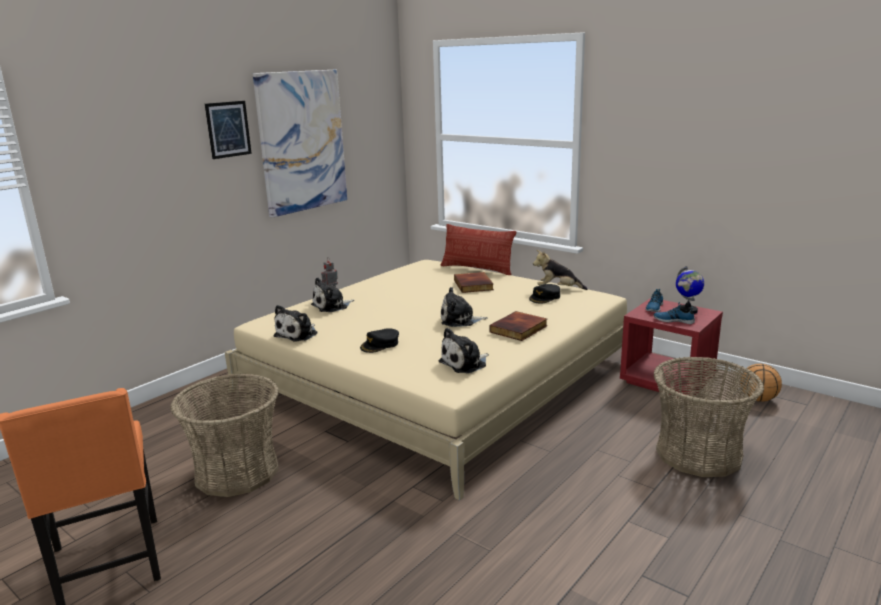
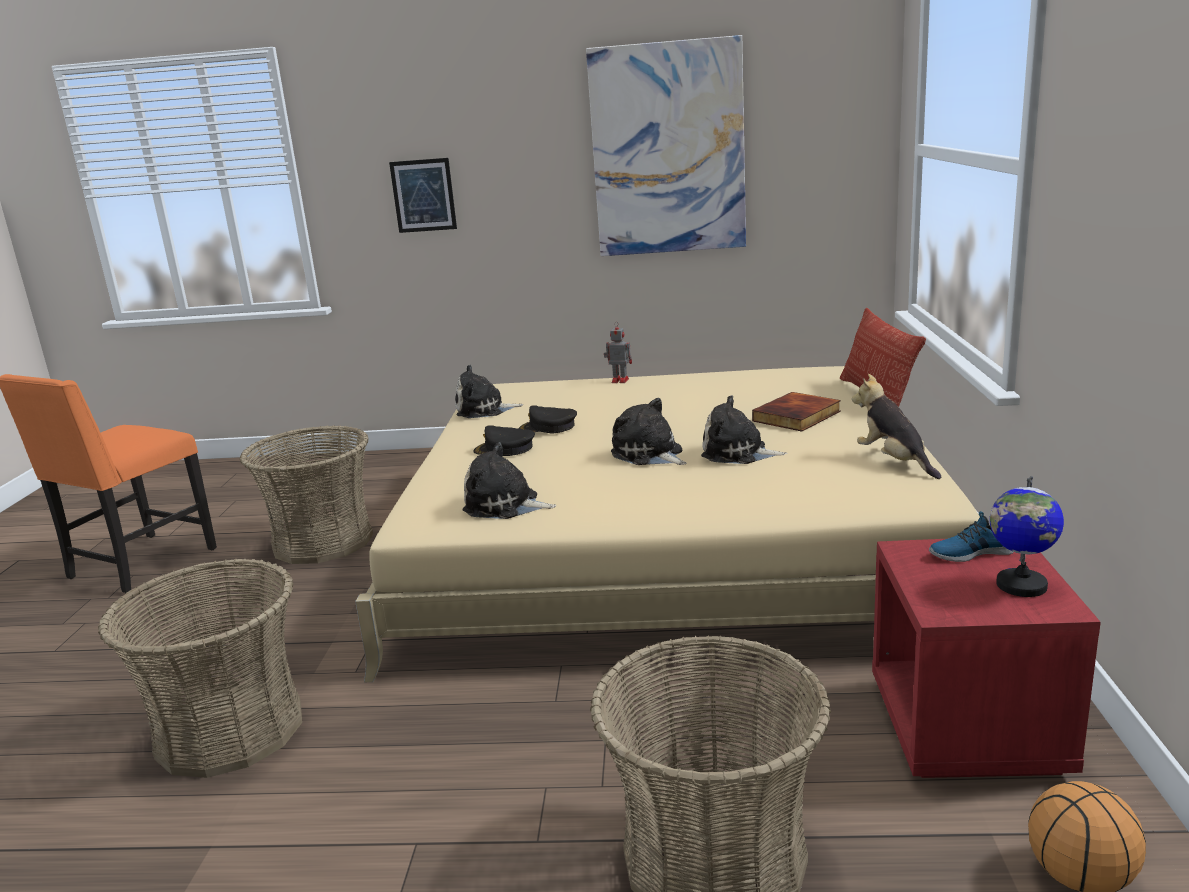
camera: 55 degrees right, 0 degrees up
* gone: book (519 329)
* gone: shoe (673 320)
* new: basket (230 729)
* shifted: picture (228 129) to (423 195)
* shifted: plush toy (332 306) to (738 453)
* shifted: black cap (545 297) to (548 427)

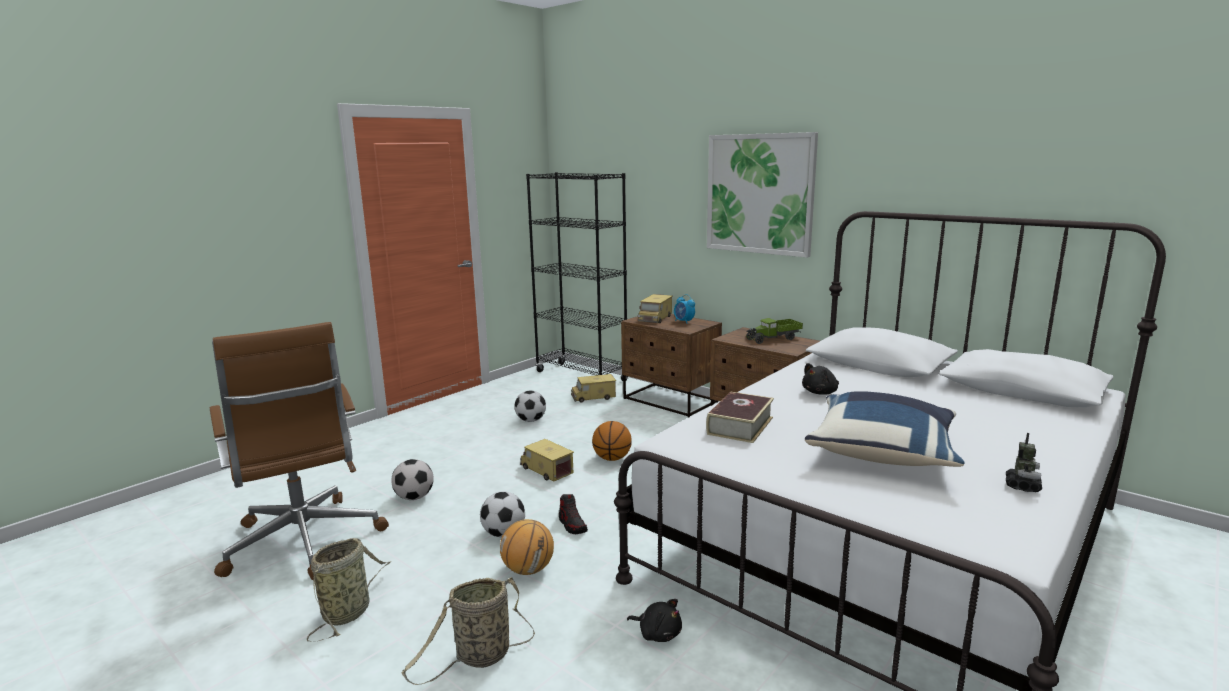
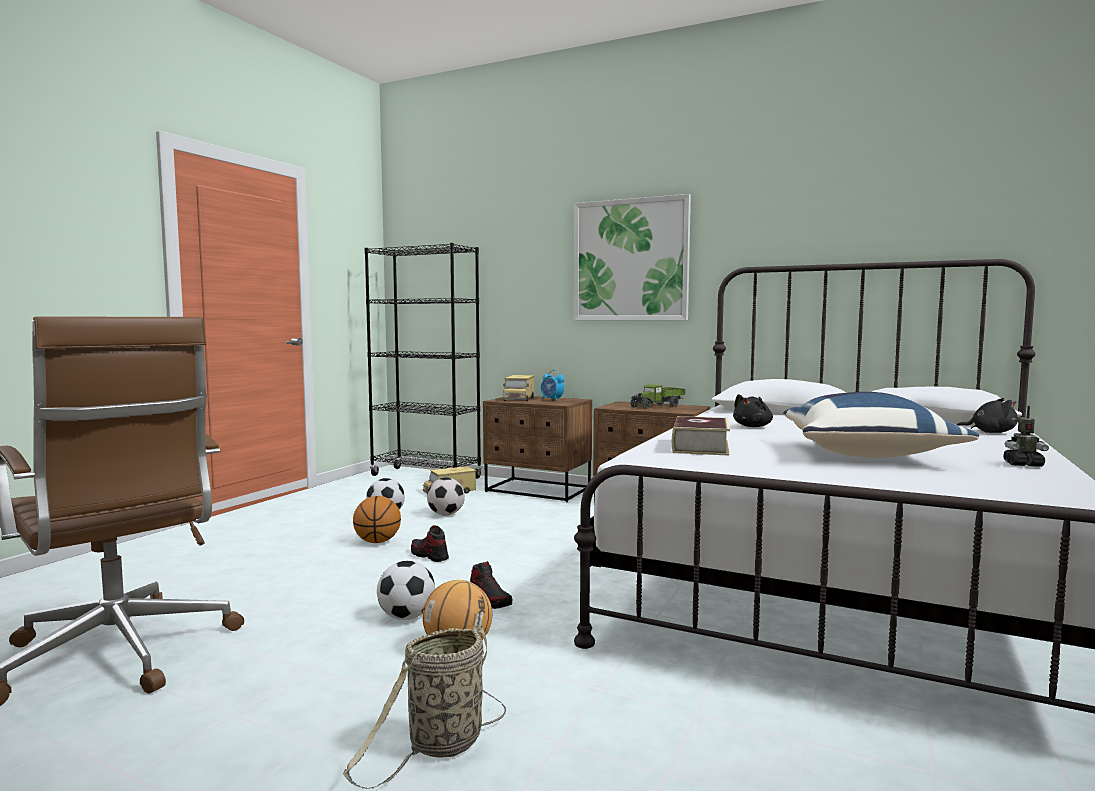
camera: 15 degrees left, 10 degrees down
* gone: basket (349 611)
* shifted: football (414 497) to (446 514)
* shifted: basketball (612 458) to (378 542)
* shifted: black plush toy (658 633) to (990 432)
* swapped: toy truck (546 470) to shoe (429 556)
* rotated: toy robot (1022 486) = (1023 465) 90 degrees clockwise

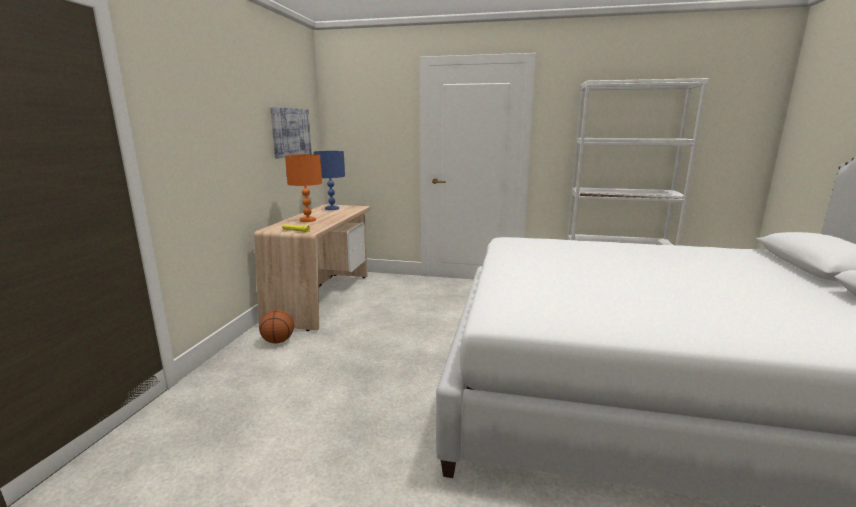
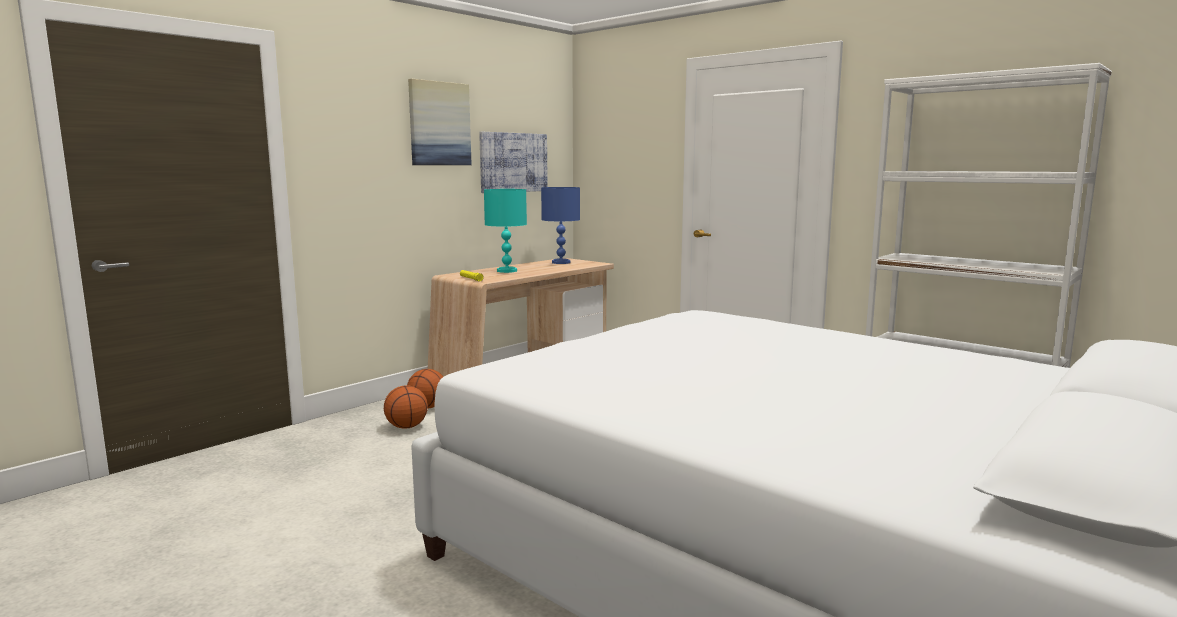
camera: 30 degrees right, 5 degrees down
* new: basketball (407 427)
* new: picture (439 124)
* repainted: orange table lamp (307 220) to turquoise table lamp (506 271)

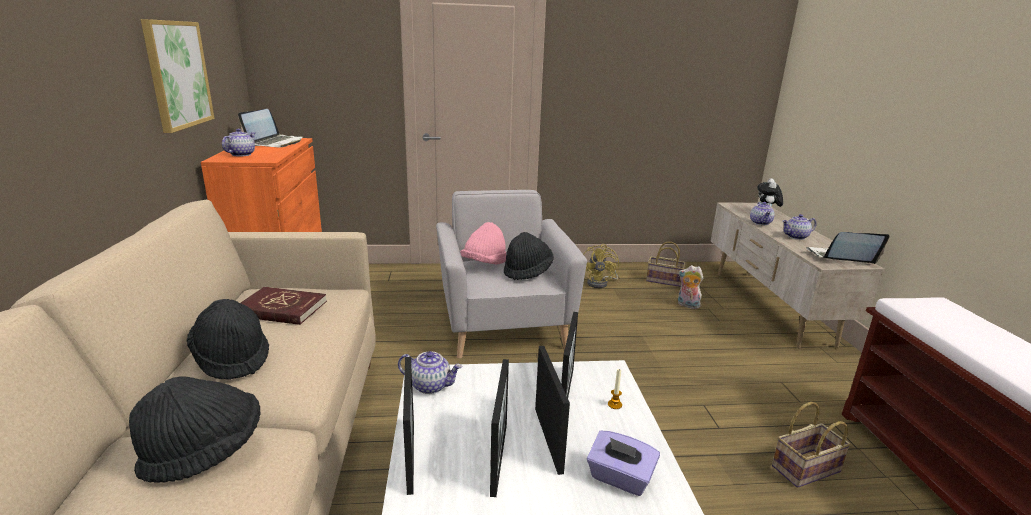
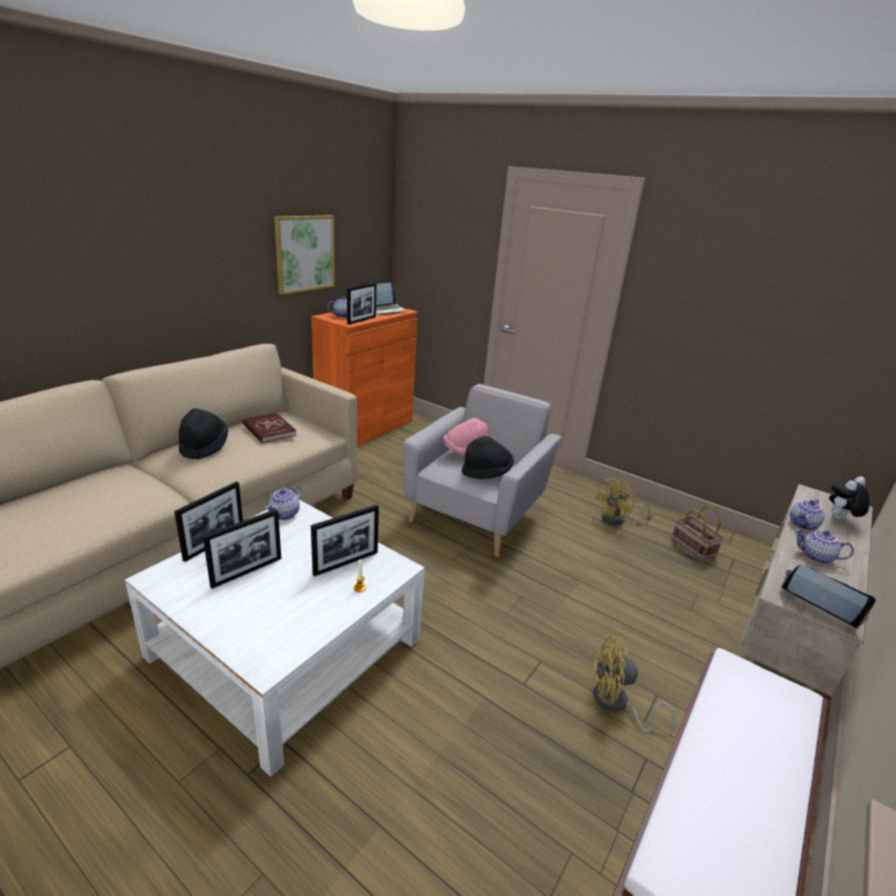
camera: 40 degrees right, 5 degrees up
* gone: black hat (205 452)
* gone: purple tissue box (620 478)
* gone: plush toy (687 305)
* gone: basket (805 470)
* new: yellow fan (616 704)
* shifted: picture frame (548 439) to (361 320)
* rotated: teapot (431 385) = (284 514) 60 degrees clockwise

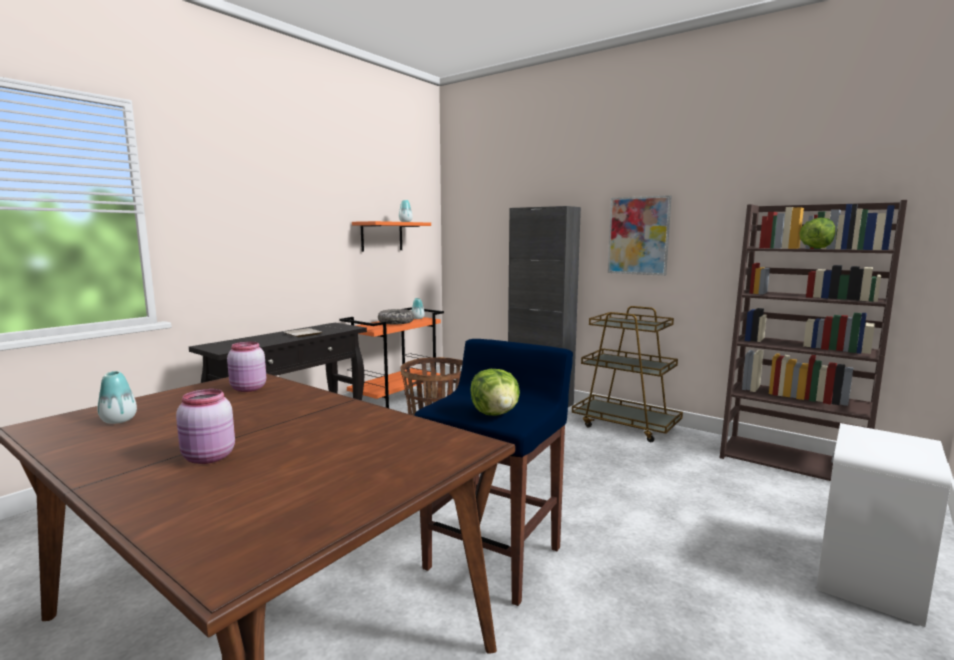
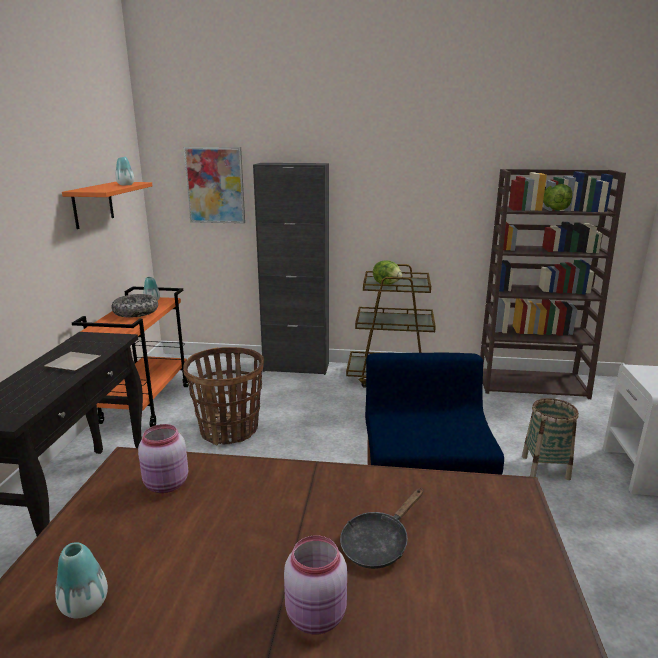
camera: 30 degrees left, 10 degrees up
* new: black frying pan (378 544)
* new: basket (545 467)
* shifted: lettuce (495 414) to (387 284)
* shifted: picture (638 235) to (215 185)

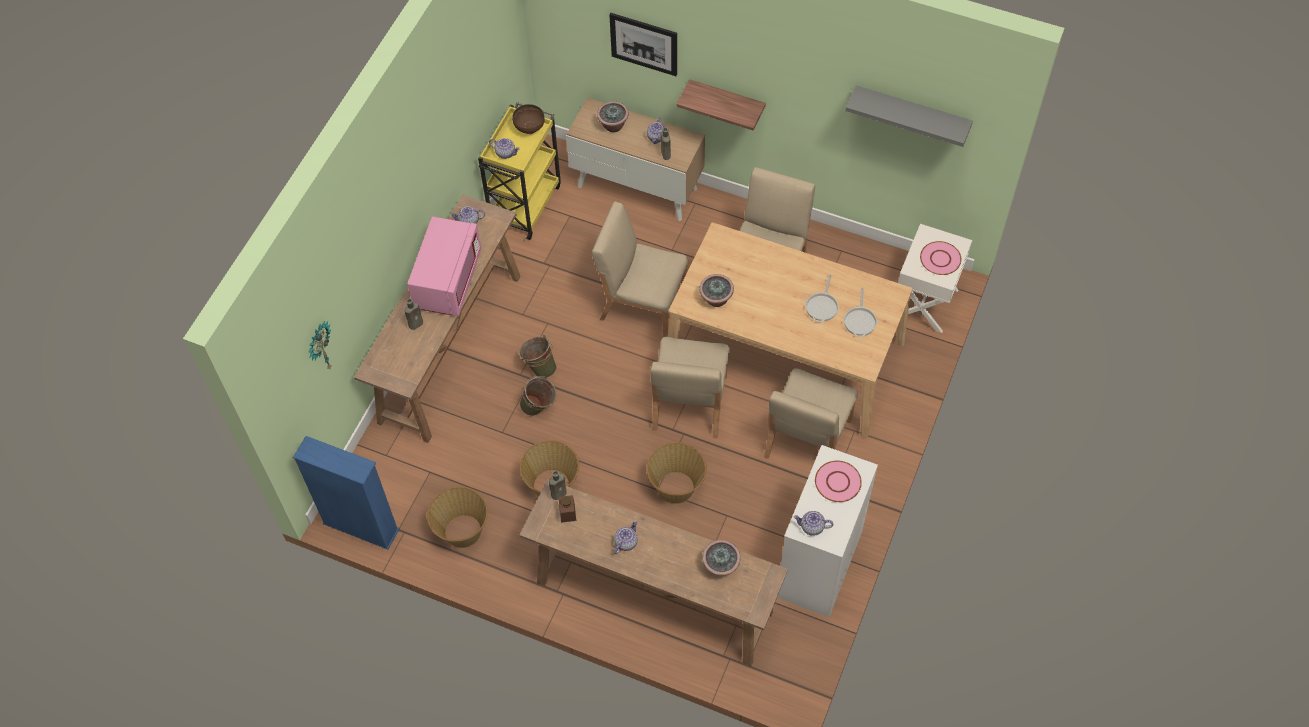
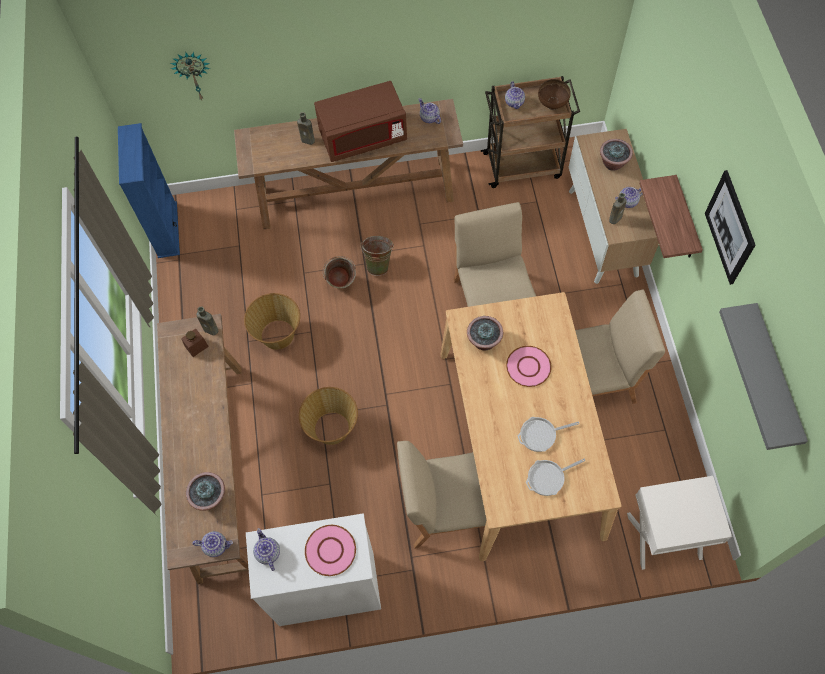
camera: 60 degrees right, 5 degrees up
* gone: basket (462 531)
* gone: beige chair (689 403)
* shifted: picture (644 44) to (730 228)
* shifted: teapot (625 542) to (216 546)
* shifted: pink plate (940 259) to (528 367)
* repainted: pink microwave (448 280) to brown microwave (363 137)
* repainted: yellow cart (525 204) to brown cart (523 165)

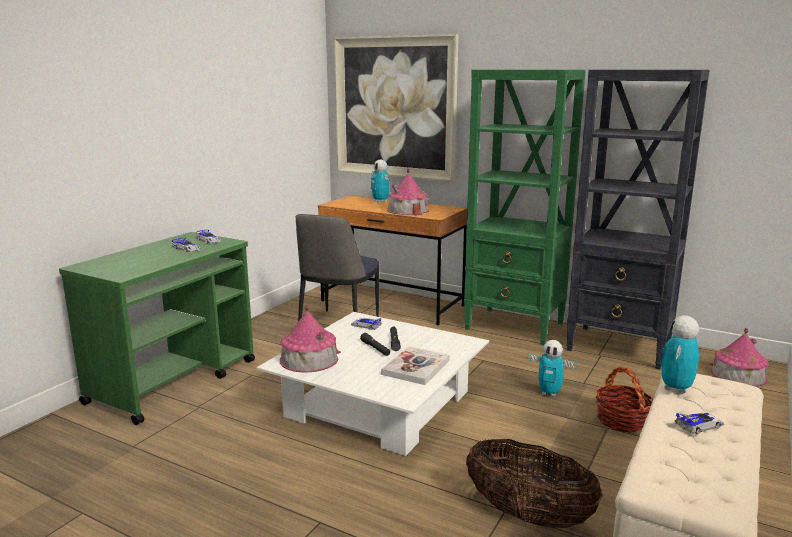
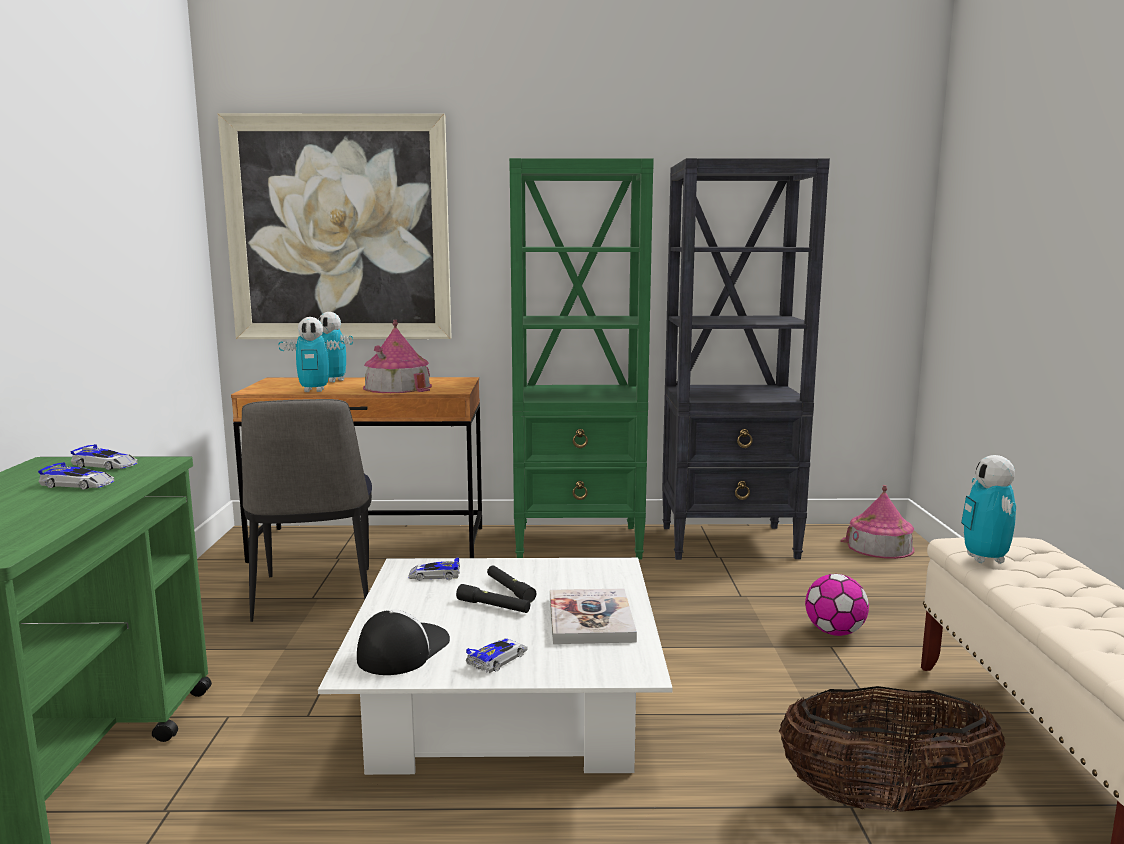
camera: 30 degrees left, 5 degrees down
* shifted: toy robot (549 393) to (314 390)
* shifted: toy car (700 426) to (498 659)
* swapped: toy house (309 359) to cap (402 650)
* swapped: basket (621 420) to football (834 632)

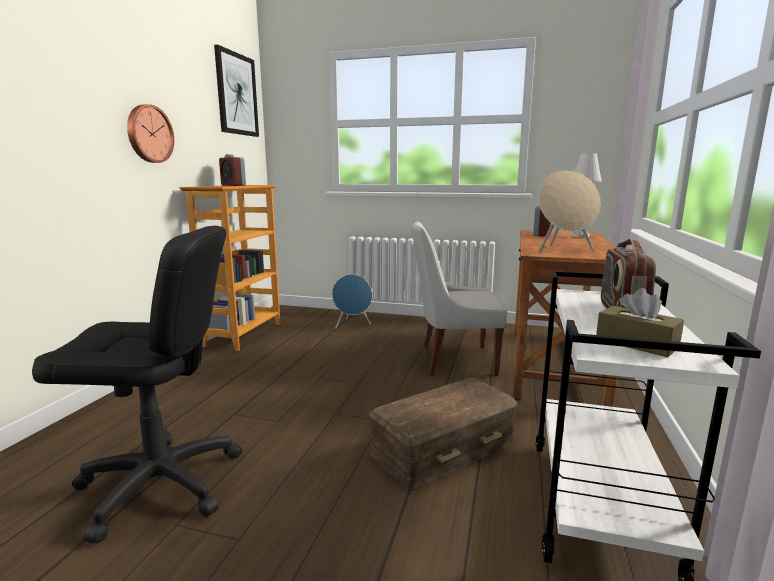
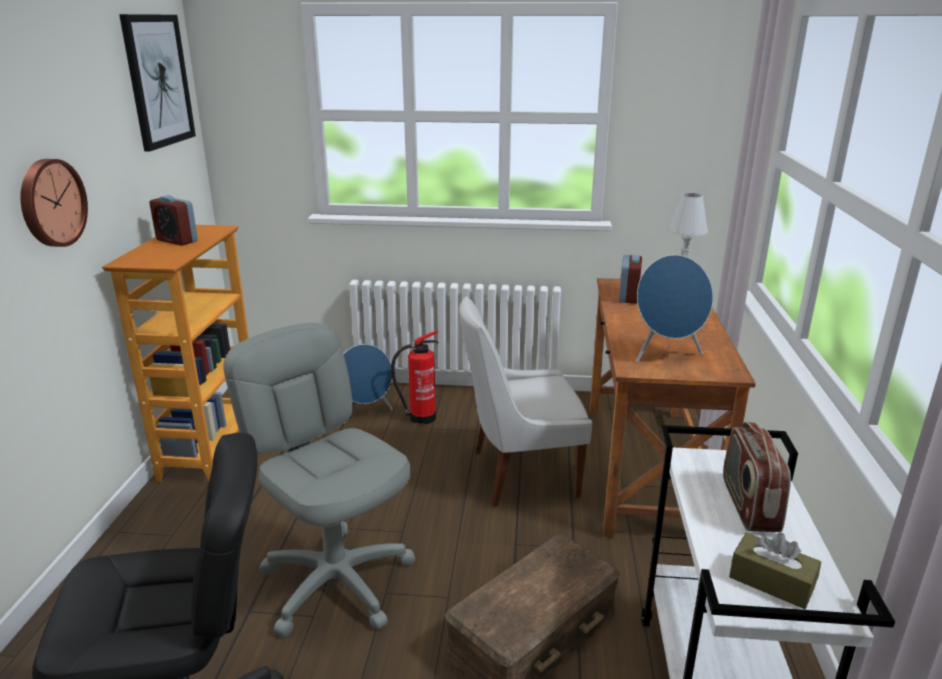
camera: 10 degrees left, 10 degrees up
* new: grey office chair (337 582)
* new: fire extinguisher (420 418)
* repainted: beige speaker (563 250) to blue speaker (666 355)

